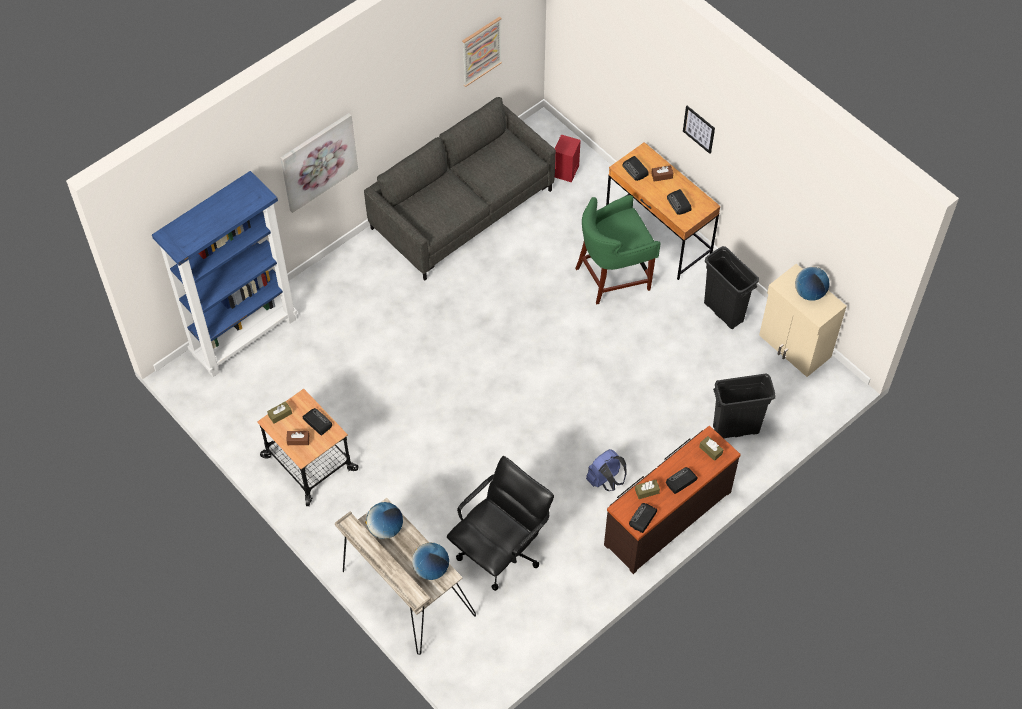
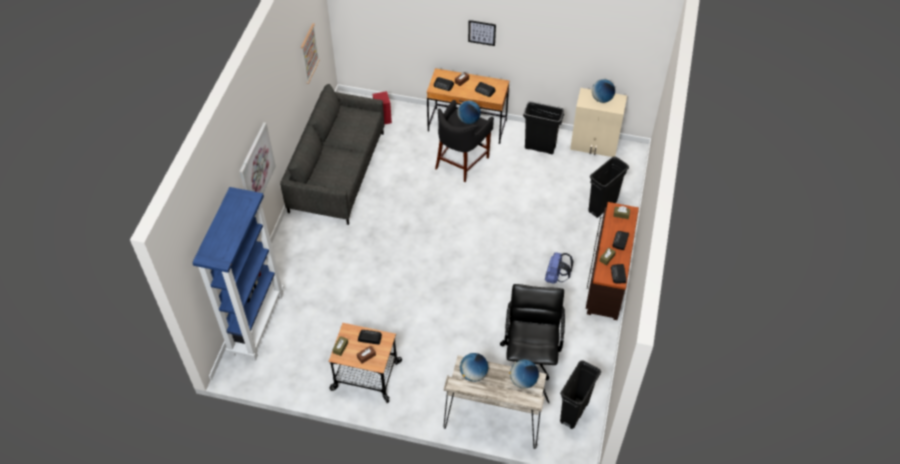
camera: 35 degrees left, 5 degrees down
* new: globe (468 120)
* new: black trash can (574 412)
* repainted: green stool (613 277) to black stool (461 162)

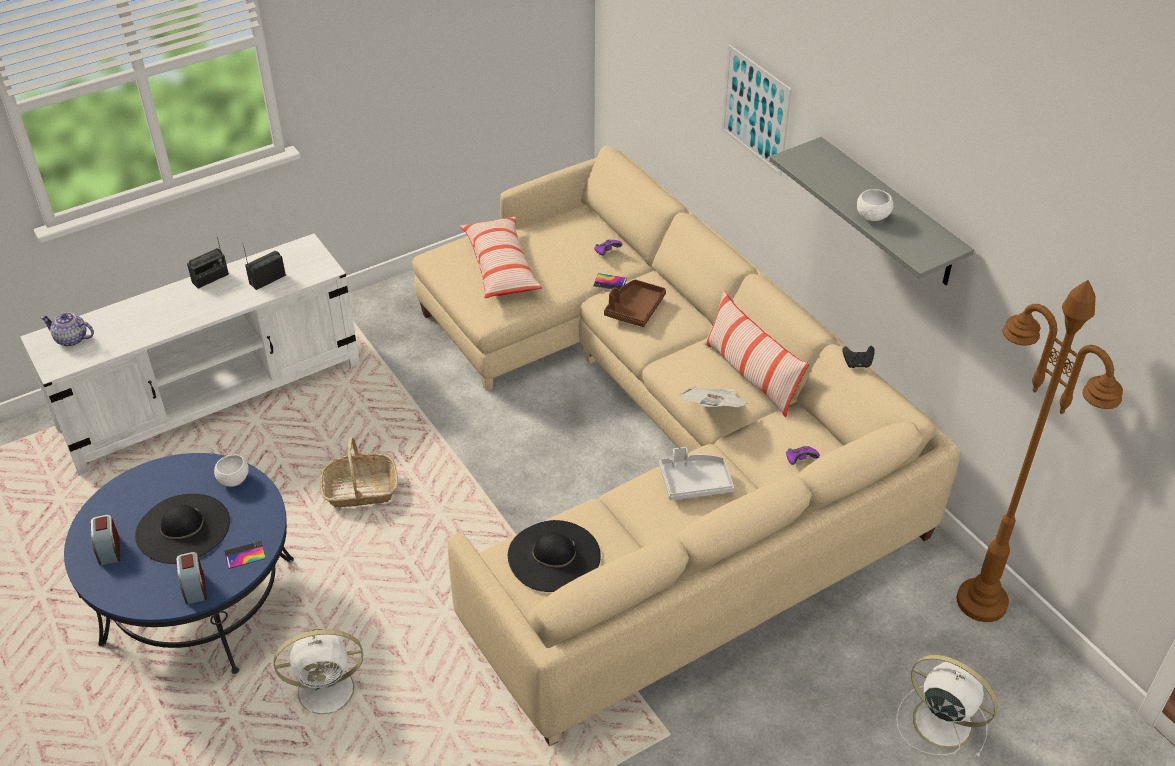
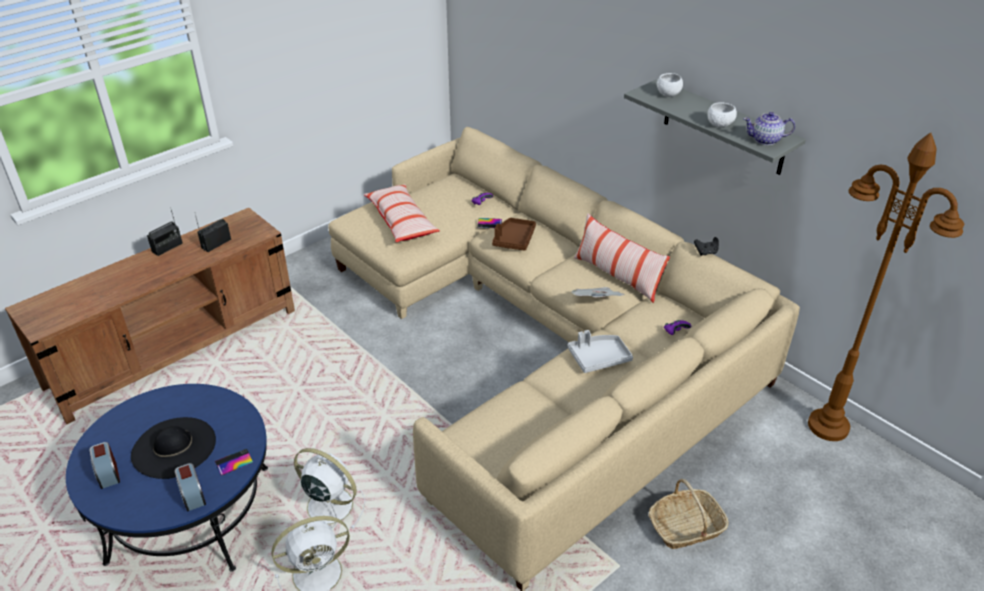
camera: 10 degrees left, 5 degrees down
* gone: black hat (554 556)
* gone: picture (755 110)
* shifted: teapot (72 339) to (766 140)
* shifted: white bowl (234 480) to (668 94)
* shifted: basket (360 490) to (686 527)
* shifted: white fan (940 721) to (328 505)
* repainted: white tv stand (213 396) to brown tv stand (176 348)

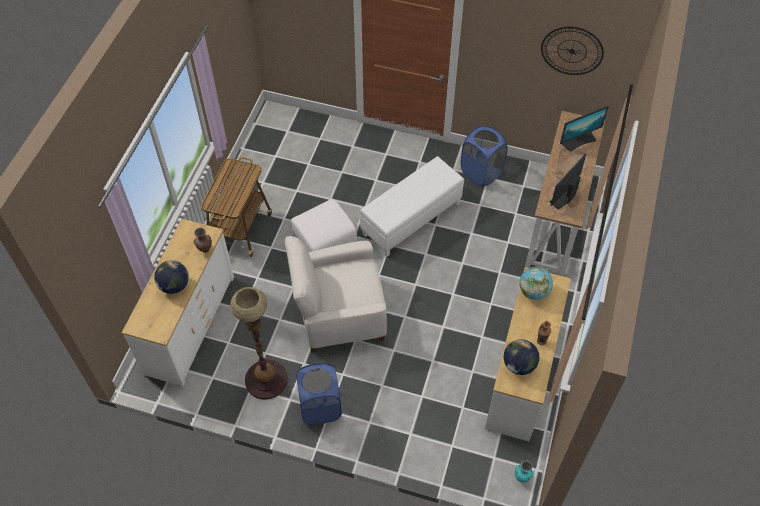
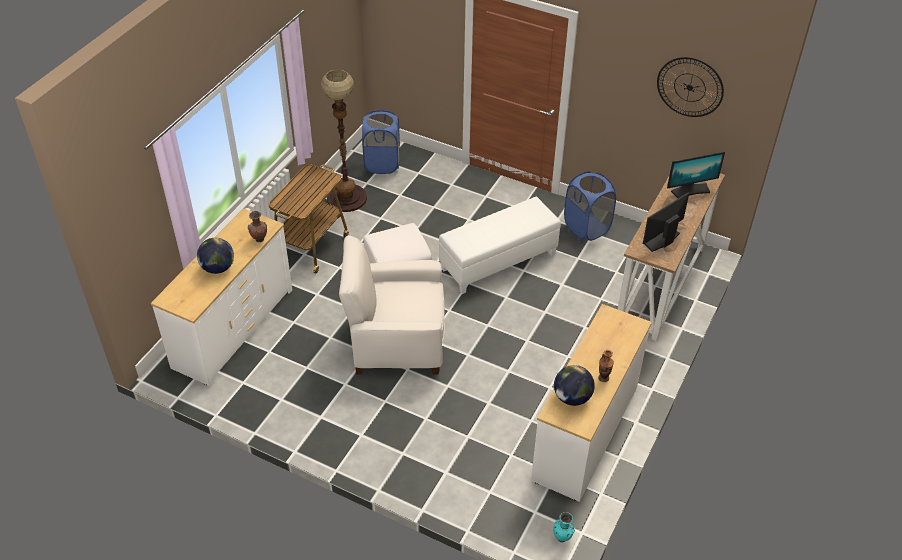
camera: 10 degrees right, 10 degrees down
* gone: globe (533 292)
* shifted: floor lamp (266 379) to (347 198)
* shifted: blue laundry basket (320 407) to (382 163)

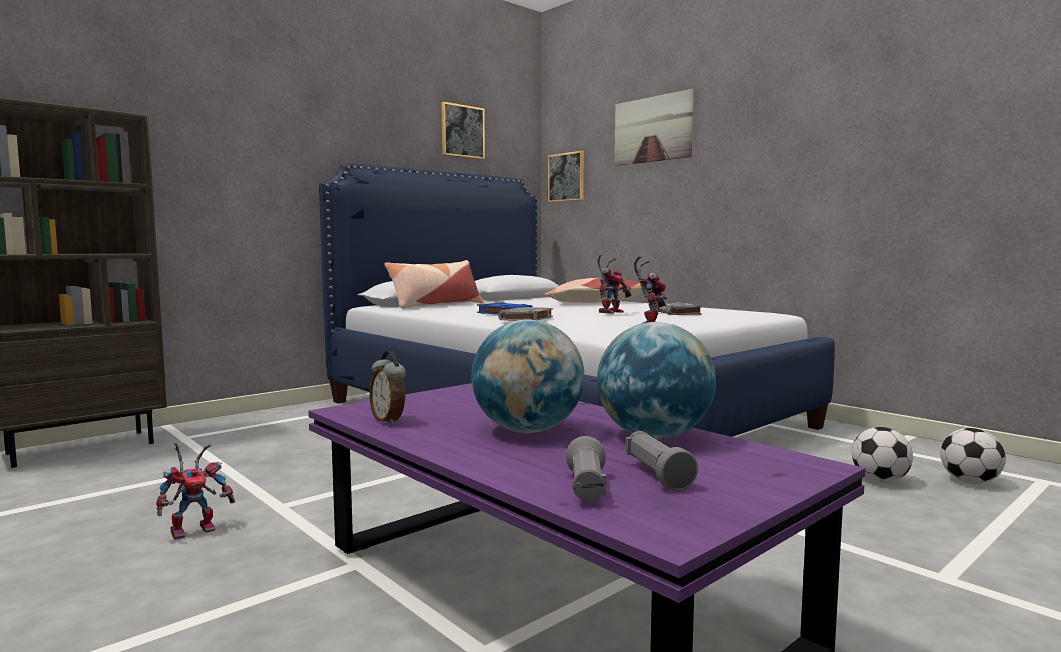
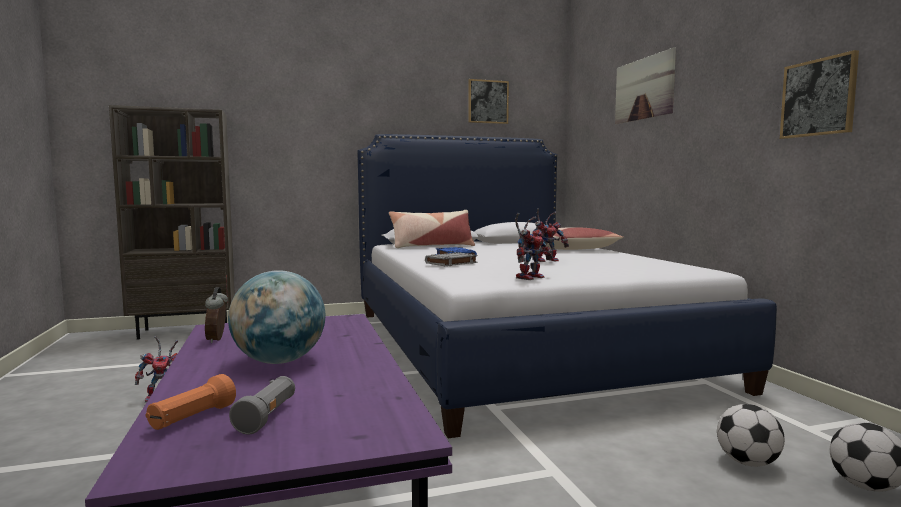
camera: 25 degrees right, 0 degrees up
* gone: globe (654 437)
* gone: grey book (677 313)
* shifted: picture (566 177) to (818 98)
* repainted: grey flashlight (586 489) to orange flashlight (192 419)

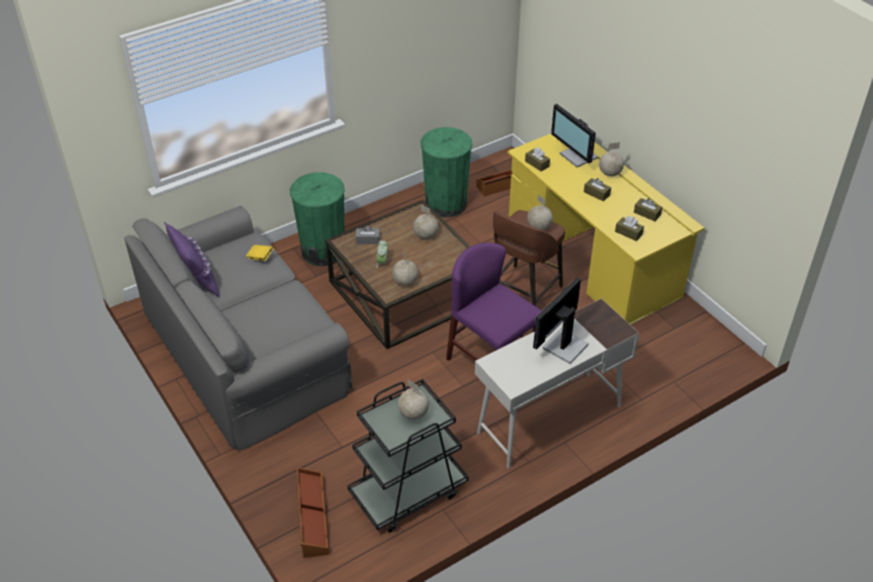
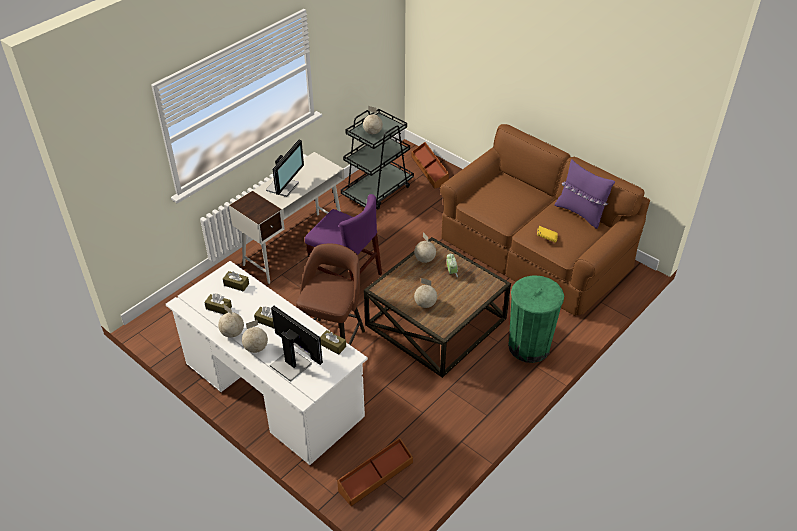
camera: 165 degrees right, 0 degrees up
* gone: grey tissue box (368 240)
* gone: green trash can (445 204)
* shifted: globe (539 228) to (232 333)
* repainted: grey sofa (245 351) to brown sofa (535 251)
* repainted: yellow desk (592 259) to white desk (272 391)

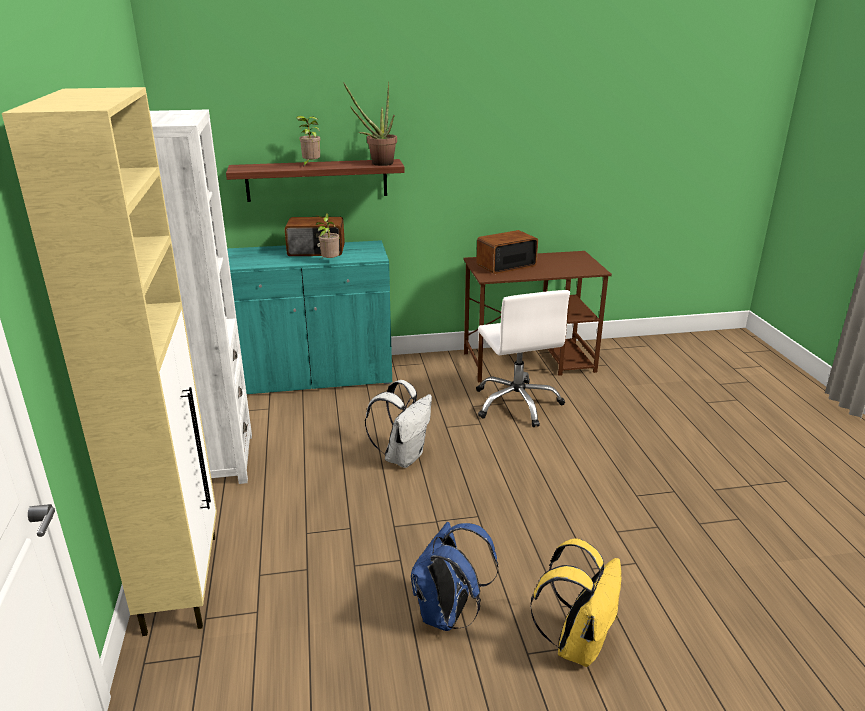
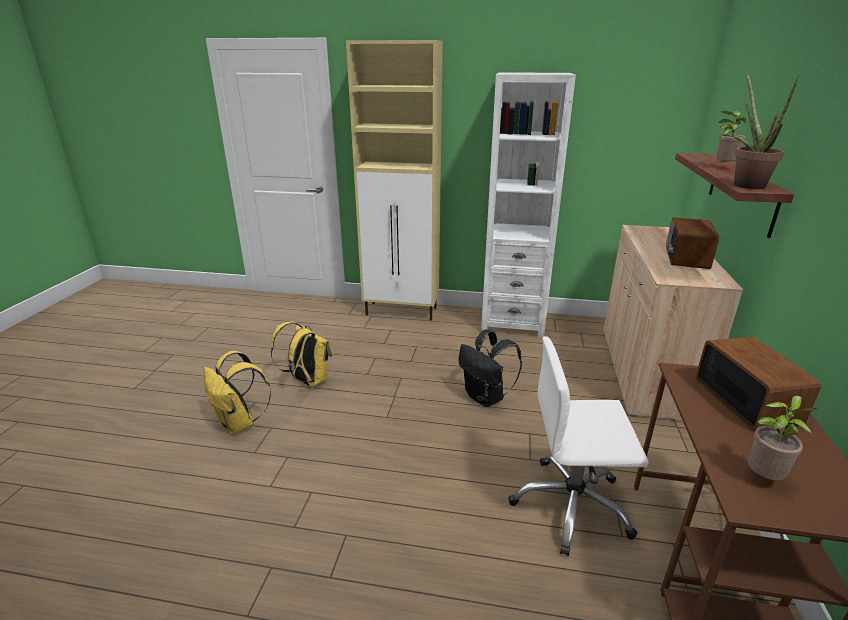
camera: 110 degrees right, 0 degrees up
* shifted: potted plant (329 262) to (764 478)
* repainted: turquoise cabinet (311 377) to beige cabinet (644 371)
* repainted: white backpack (403 457) to black backpack (486 397)
* repainted: blue backpack (448 615) to yellow backpack (308 381)

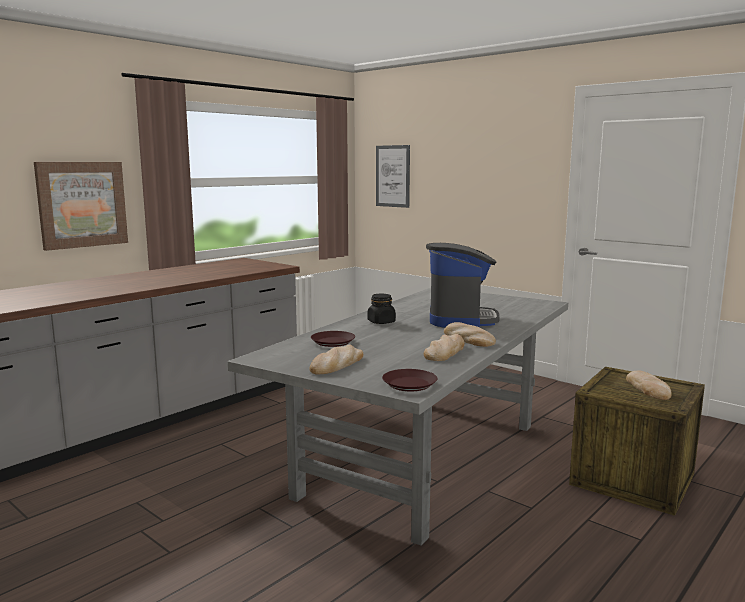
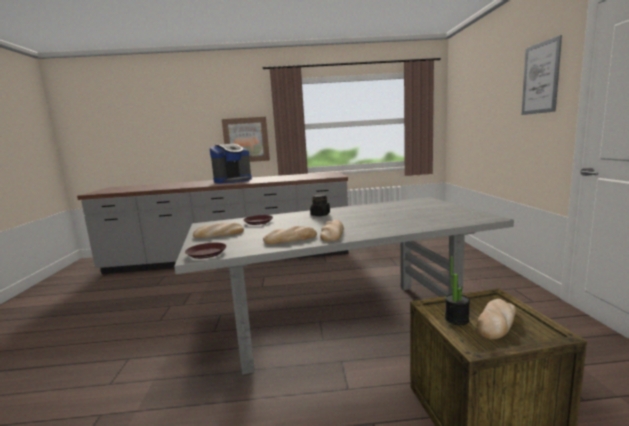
camera: 45 degrees right, 0 degrees up
* new: potted plant (456 319)
* shifted: picture (392 176) to (540 78)
* shifted: coffee machine (461 319) to (233 181)

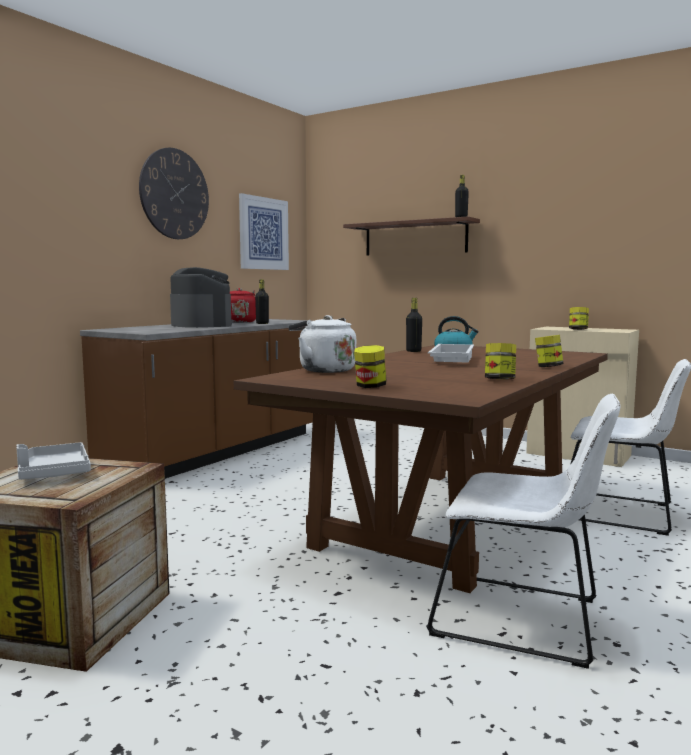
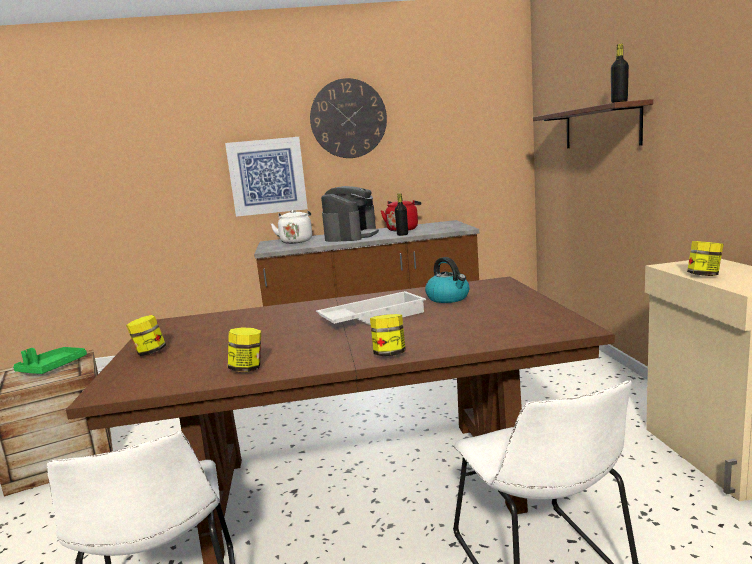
camera: 50 degrees right, 5 degrees up
* gone: black bottle (413 351)
* shifted: picture (263 233) to (267 176)
* shifted: white kettle (324 370) to (296 241)
* repainted: grey tray (54 473) to green tray (52 367)

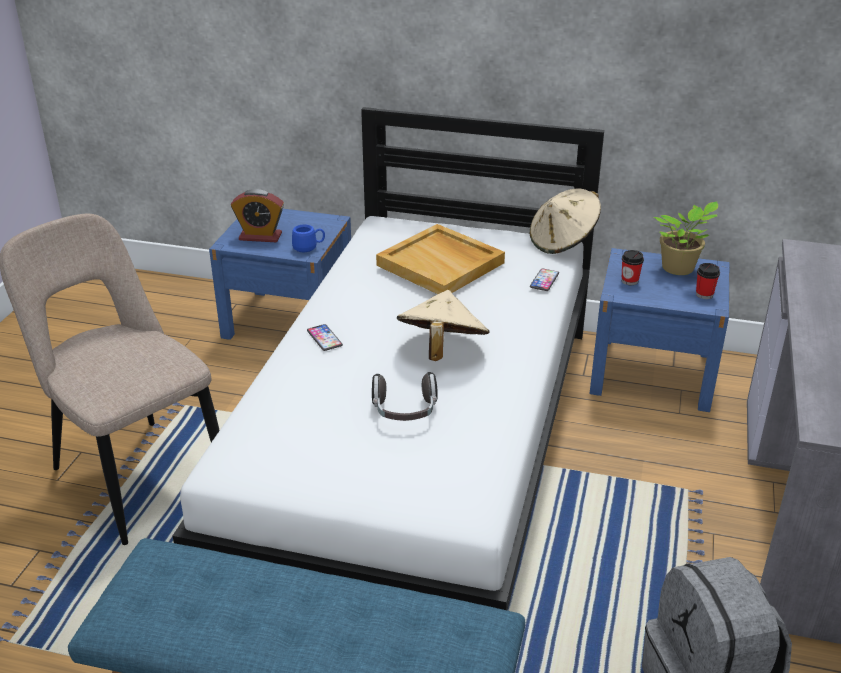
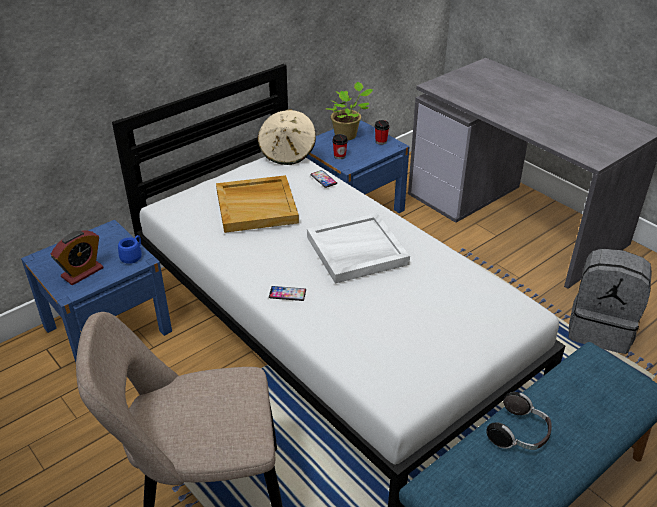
camera: 55 degrees left, 5 degrees up
* shifted: headphones (405 412) to (519 434)
* swapped: beige hat (441 350) to white tray (356 251)

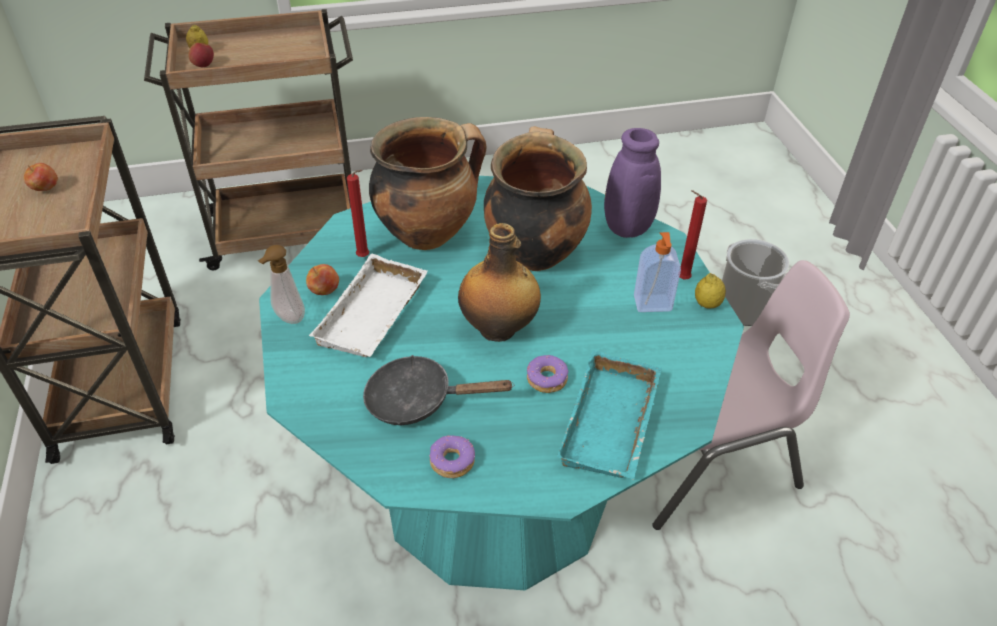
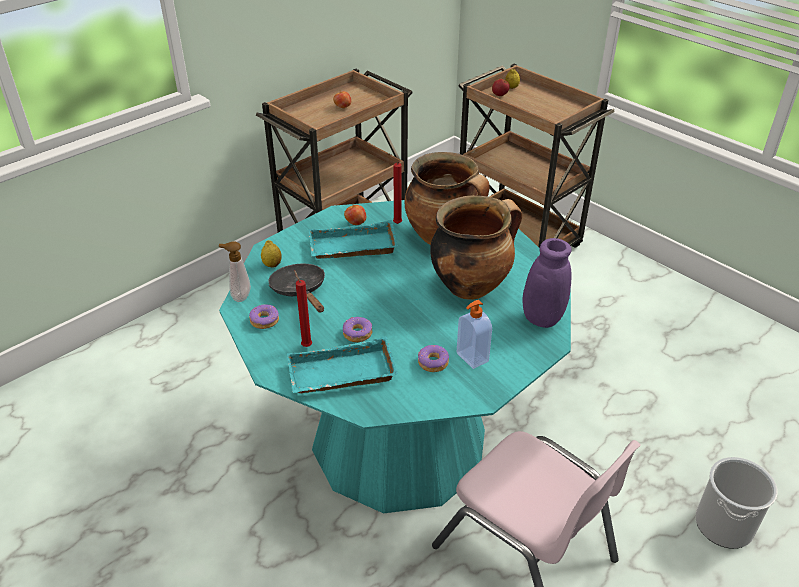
camera: 60 degrees right, 5 degrees down
* gone: bottle (499 329)
* new: donut (433 363)
* shifted: soap dispenser (287 319) to (239 296)
* shifted: red candle (681 279) to (306 345)
* shifted: lemon (707 304) to (272 265)
* repainted: white tray (374 316) to turquoise tray (352 248)

